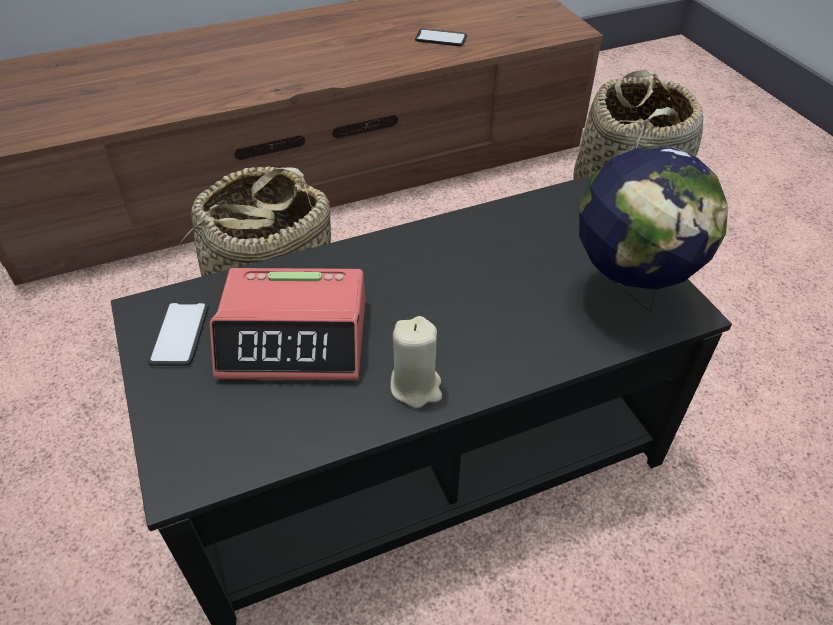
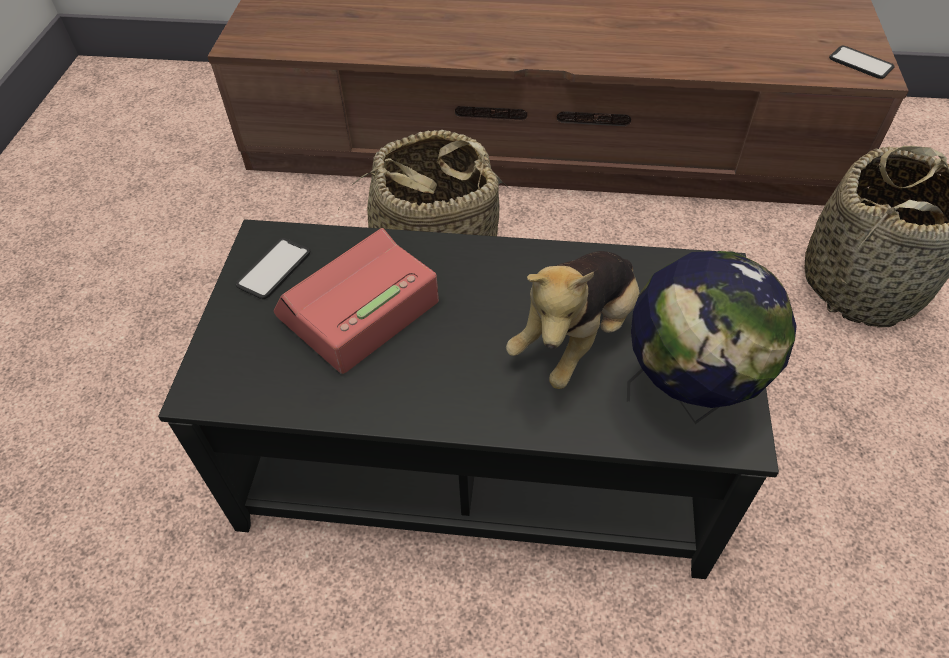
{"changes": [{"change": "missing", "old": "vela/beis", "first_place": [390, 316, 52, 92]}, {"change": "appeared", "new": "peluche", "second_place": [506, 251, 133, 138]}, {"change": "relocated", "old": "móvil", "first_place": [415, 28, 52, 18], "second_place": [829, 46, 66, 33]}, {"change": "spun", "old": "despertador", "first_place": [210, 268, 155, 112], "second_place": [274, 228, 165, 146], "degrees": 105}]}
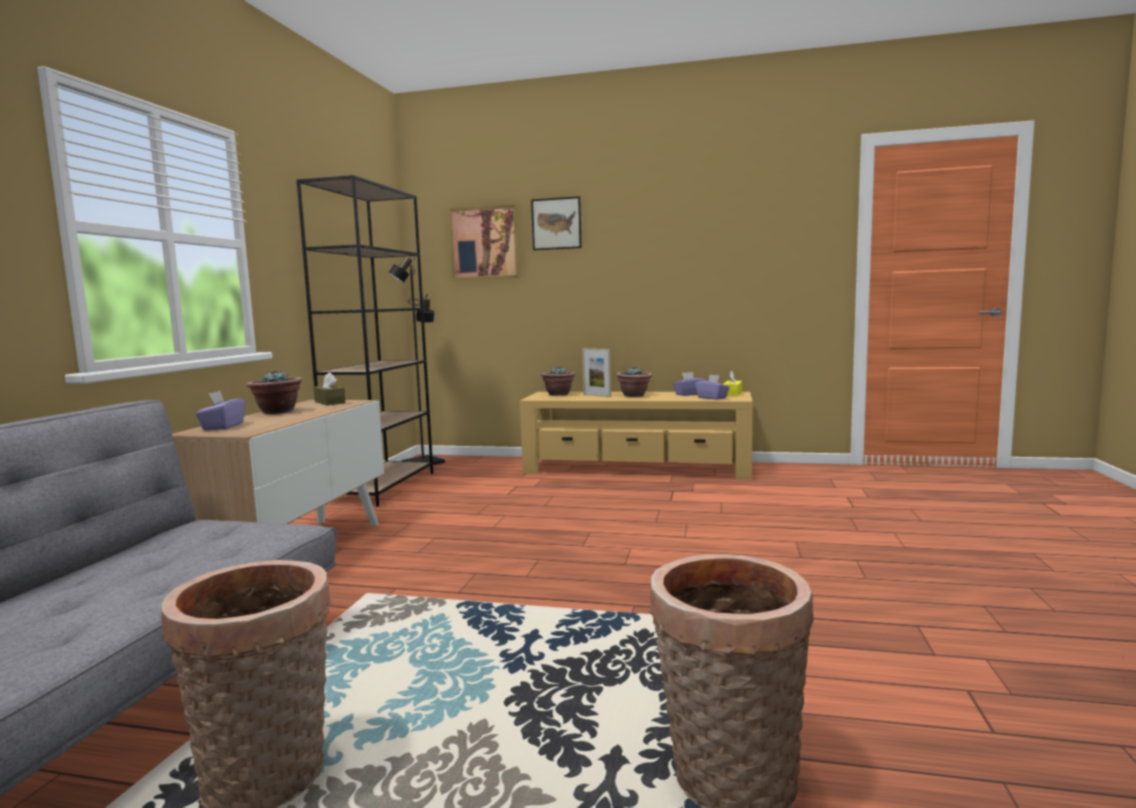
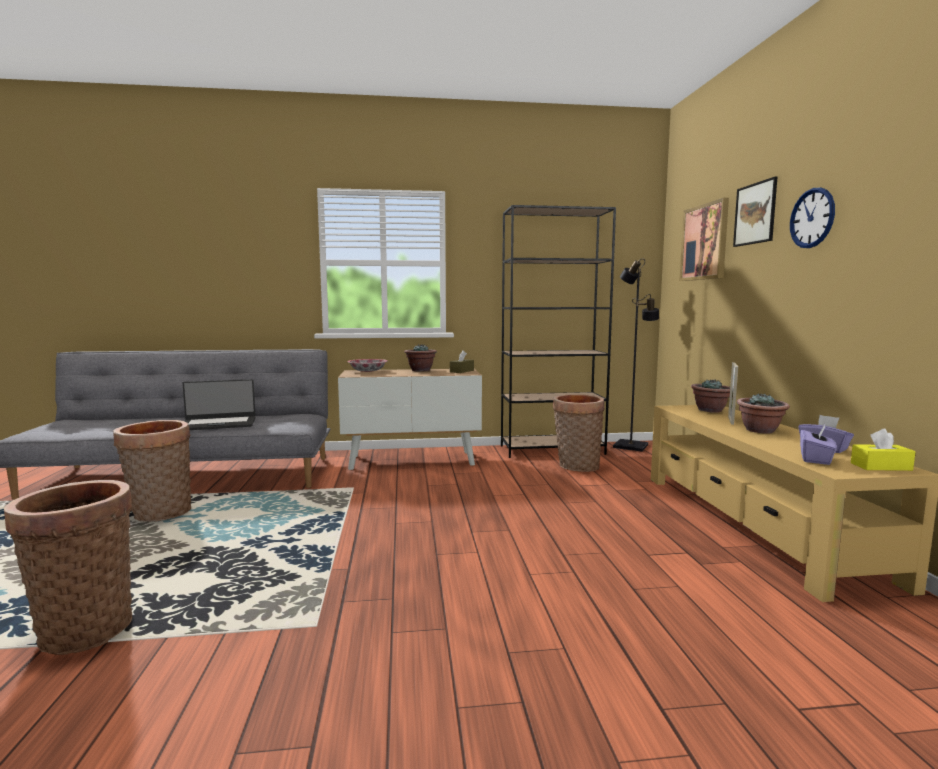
{"changes": [{"change": "appeared", "new": "portátil", "second_place": [183, 379, 72, 51]}, {"change": "appeared", "new": "cesta", "second_place": [553, 394, 52, 78]}, {"change": "appeared", "new": "reloj de pared", "second_place": [790, 188, 45, 60]}, {"change": "exchanged", "old": "caja de pañuelos/morado", "new": "cuenco", "first_place": [196, 391, 49, 39], "second_place": [347, 359, 41, 13]}]}
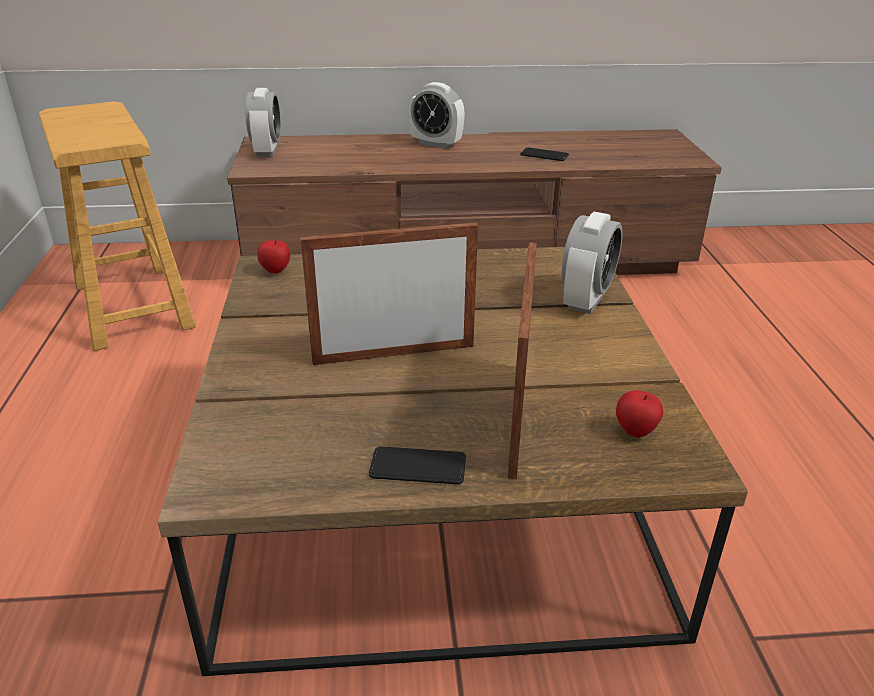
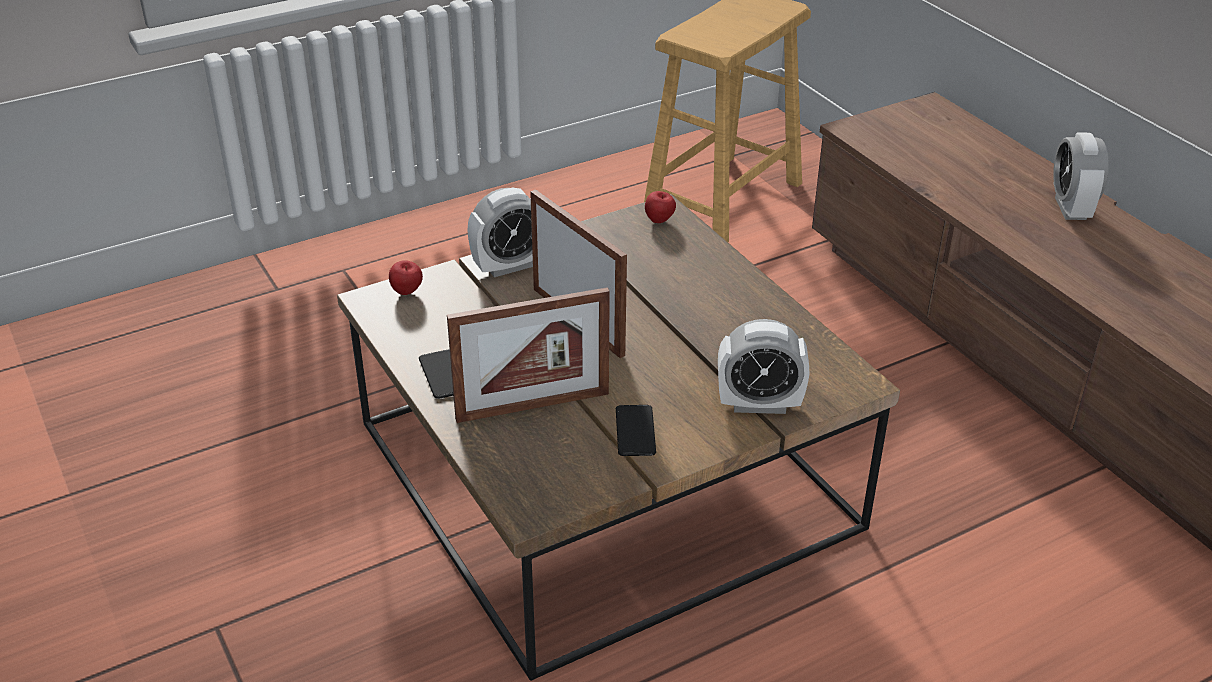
{"changes": [{"change": "relocated", "old": "despertador", "first_place": [245, 88, 36, 69], "second_place": [467, 188, 66, 89]}, {"change": "relocated", "old": "móvil", "first_place": [520, 147, 49, 14], "second_place": [616, 405, 40, 51]}, {"change": "relocated", "old": "manzana", "first_place": [616, 390, 47, 48], "second_place": [389, 260, 34, 35]}]}
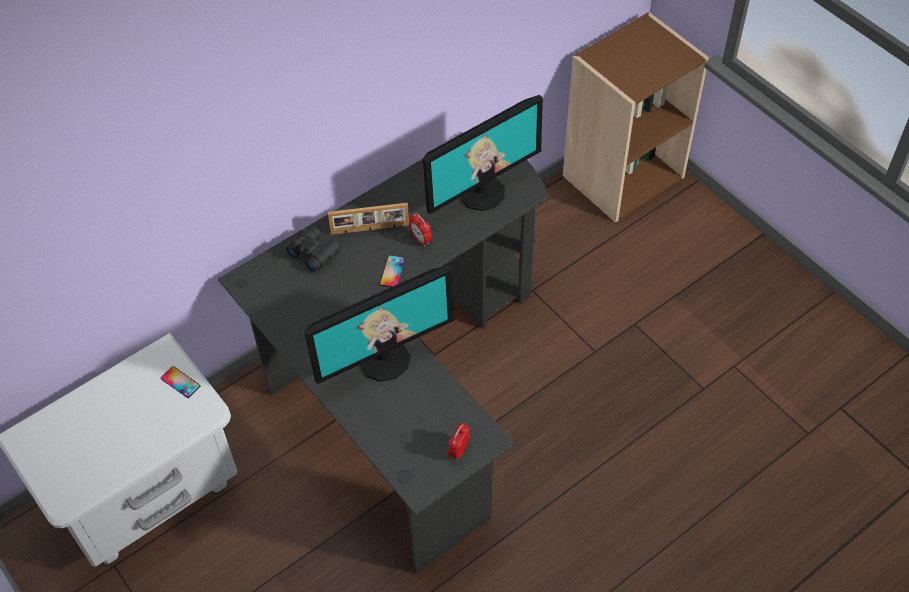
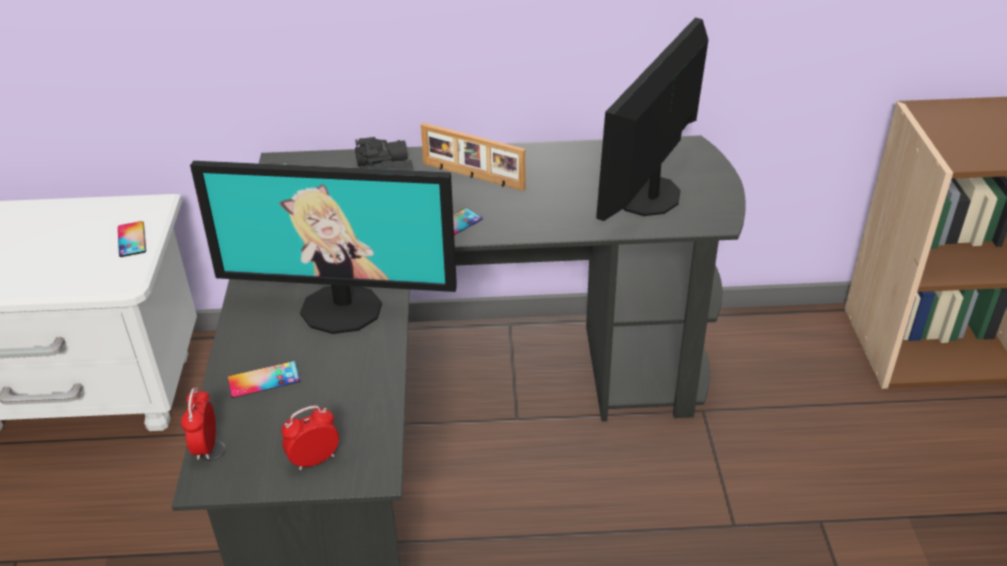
{"changes": [{"change": "appeared", "new": "móvil", "second_place": [228, 361, 72, 37]}, {"change": "relocated", "old": "despertador", "first_place": [409, 213, 23, 34], "second_place": [181, 387, 35, 73]}, {"change": "spun", "old": "monitor", "first_place": [423, 95, 120, 119], "second_place": [596, 18, 112, 203], "degrees": 120}]}
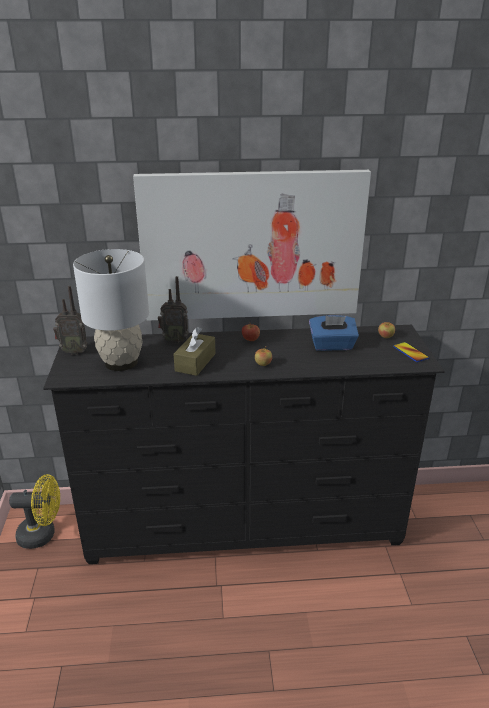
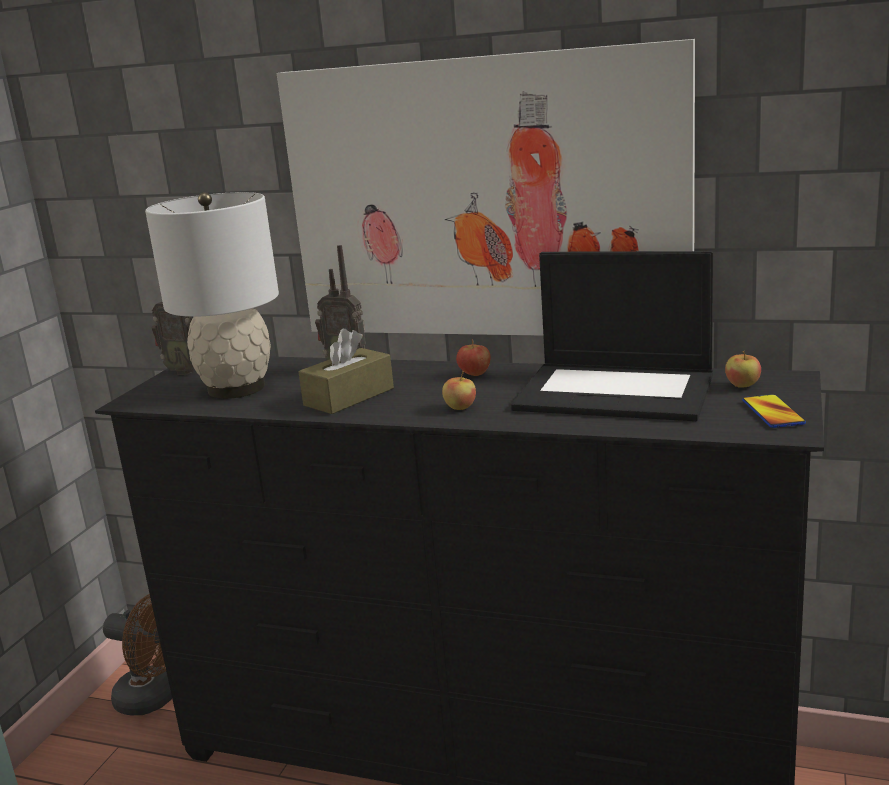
{"changes": [{"change": "exchanged", "old": "caja de pañuelos/azul", "new": "portátil", "first_place": [309, 315, 50, 36], "second_place": [511, 251, 202, 170]}, {"change": "colour", "old": "ventilador/amarillo", "new": "ventilador/marrón", "first_place": [9, 474, 51, 75], "second_place": [103, 594, 69, 121]}]}
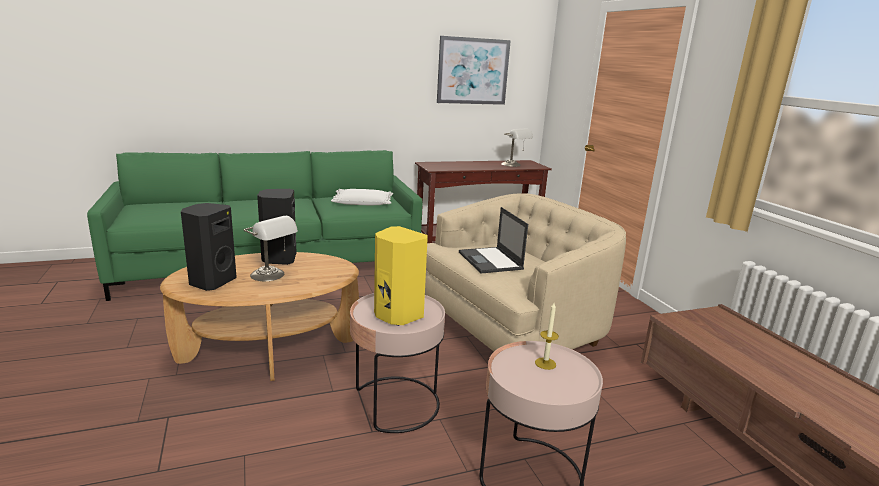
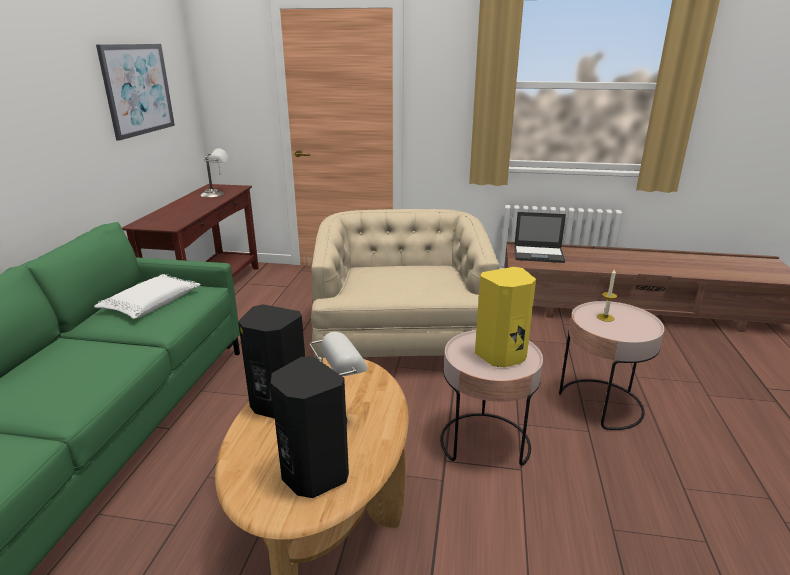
{"changes": [{"change": "relocated", "old": "portátil", "first_place": [459, 207, 69, 66], "second_place": [514, 212, 52, 51]}]}
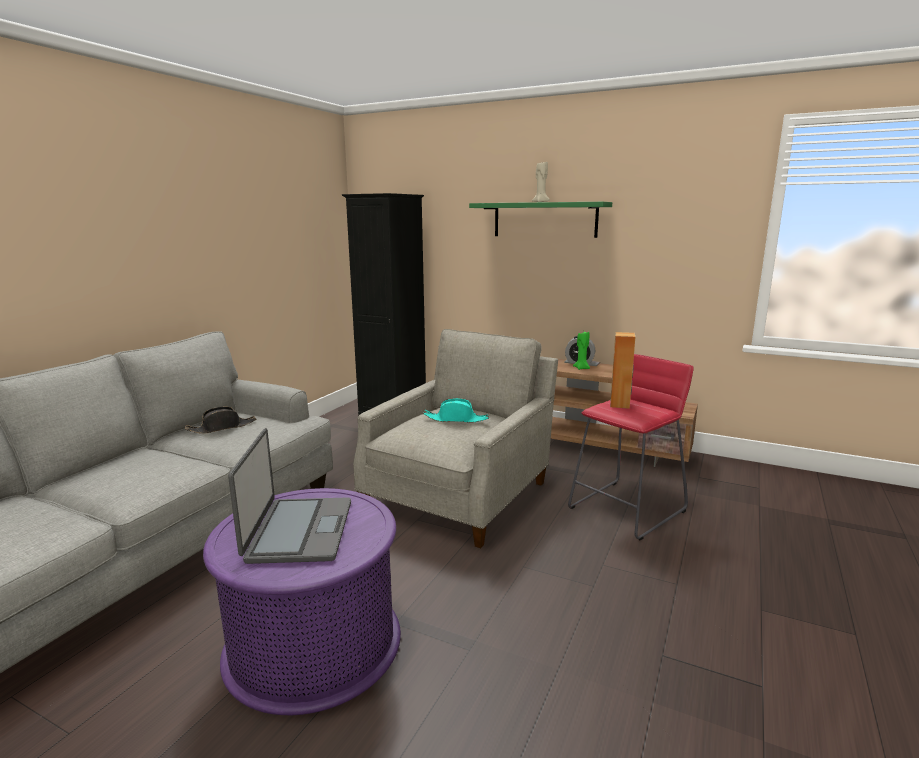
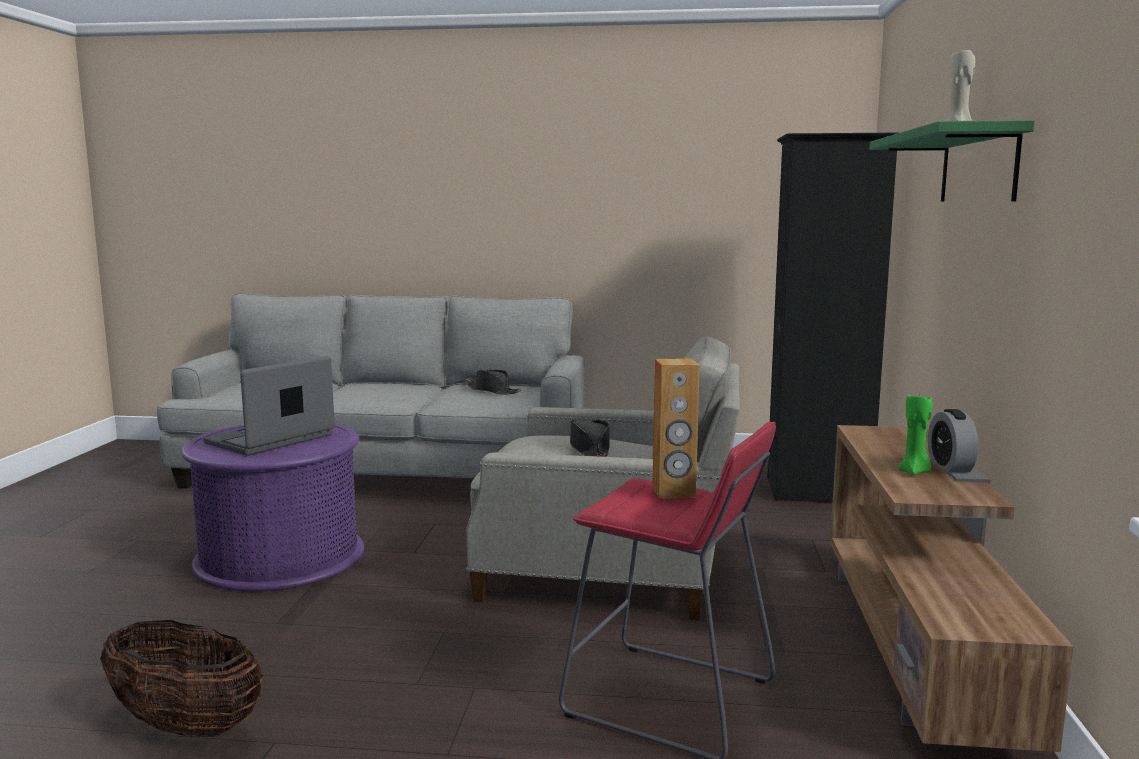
{"changes": [{"change": "appeared", "new": "cesta", "second_place": [100, 620, 163, 117]}, {"change": "colour", "old": "sombrero/turquesa", "new": "sombrero/negro", "first_place": [423, 398, 66, 25], "second_place": [570, 418, 40, 39]}, {"change": "spun", "old": "portátil", "first_place": [228, 428, 123, 136], "second_place": [203, 356, 132, 100], "degrees": 150}]}
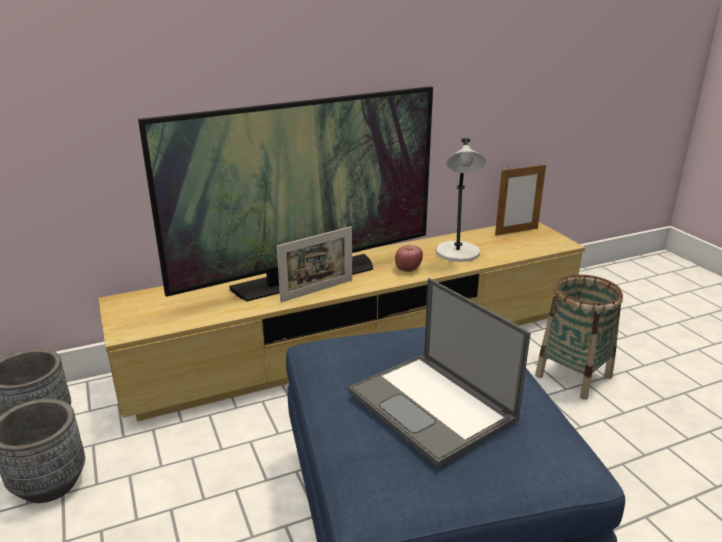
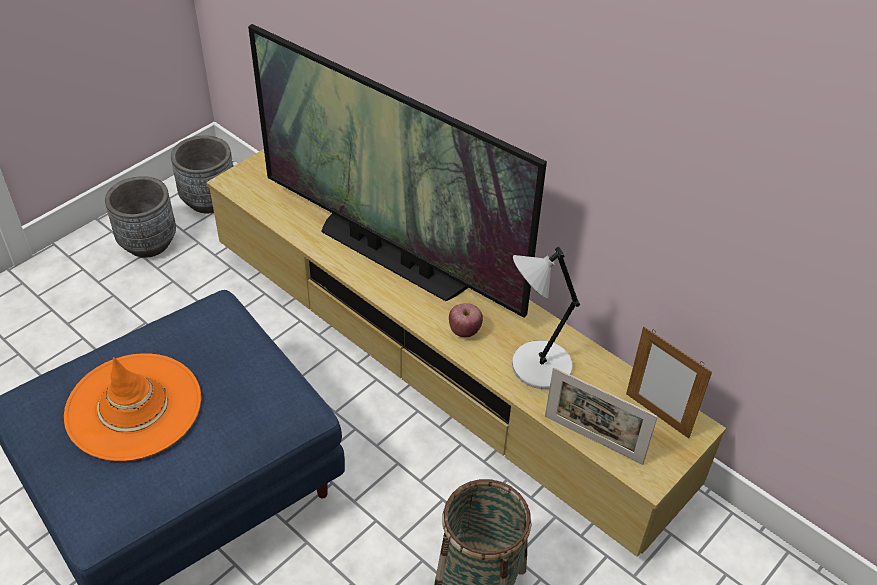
{"changes": [{"change": "relocated", "old": "portarretratos", "first_place": [277, 226, 75, 76], "second_place": [545, 367, 113, 98]}, {"change": "exchanged", "old": "portátil", "new": "sombrero/naranja", "first_place": [348, 278, 183, 190], "second_place": [64, 353, 137, 108]}]}
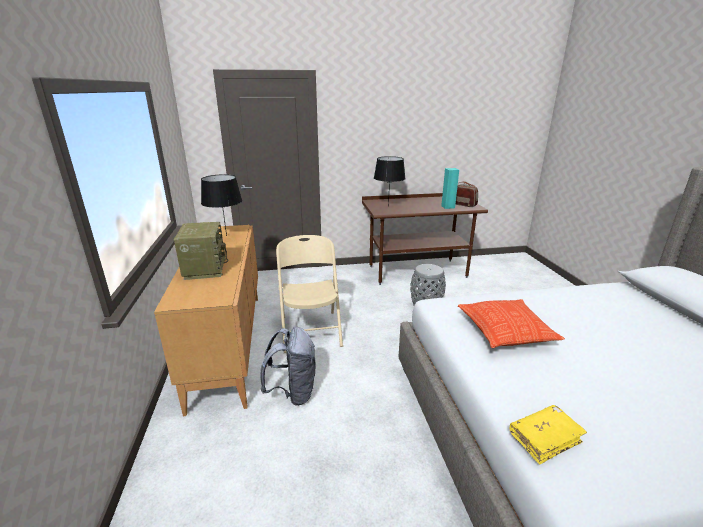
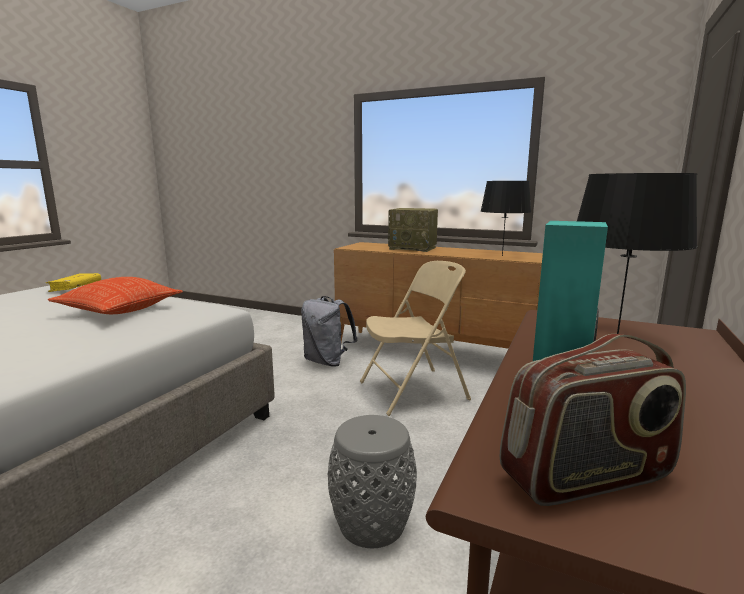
{"changes": [{"change": "spun", "old": "silla/beis", "first_place": [276, 235, 67, 118], "second_place": [360, 261, 111, 155], "degrees": -45}]}
